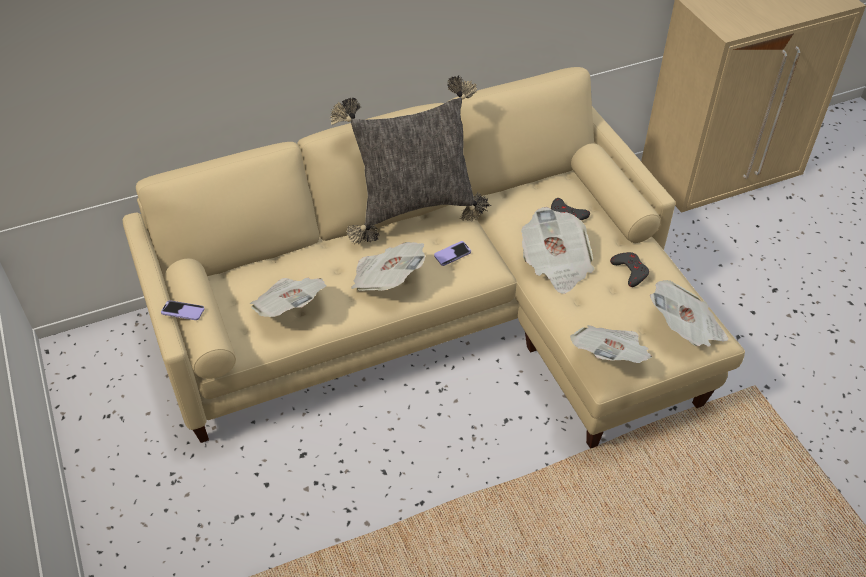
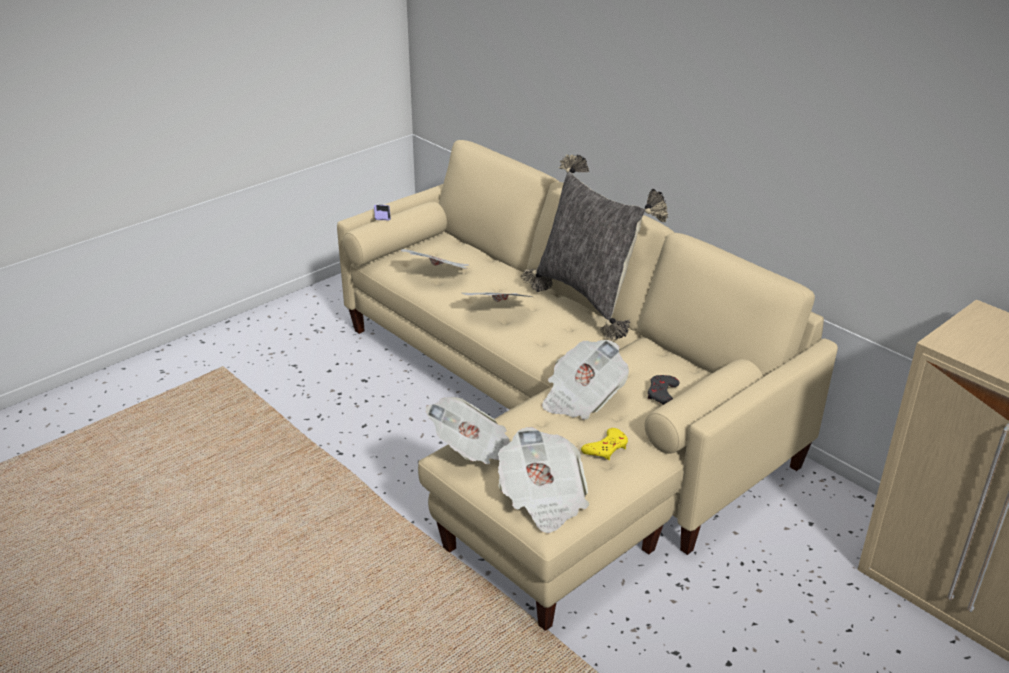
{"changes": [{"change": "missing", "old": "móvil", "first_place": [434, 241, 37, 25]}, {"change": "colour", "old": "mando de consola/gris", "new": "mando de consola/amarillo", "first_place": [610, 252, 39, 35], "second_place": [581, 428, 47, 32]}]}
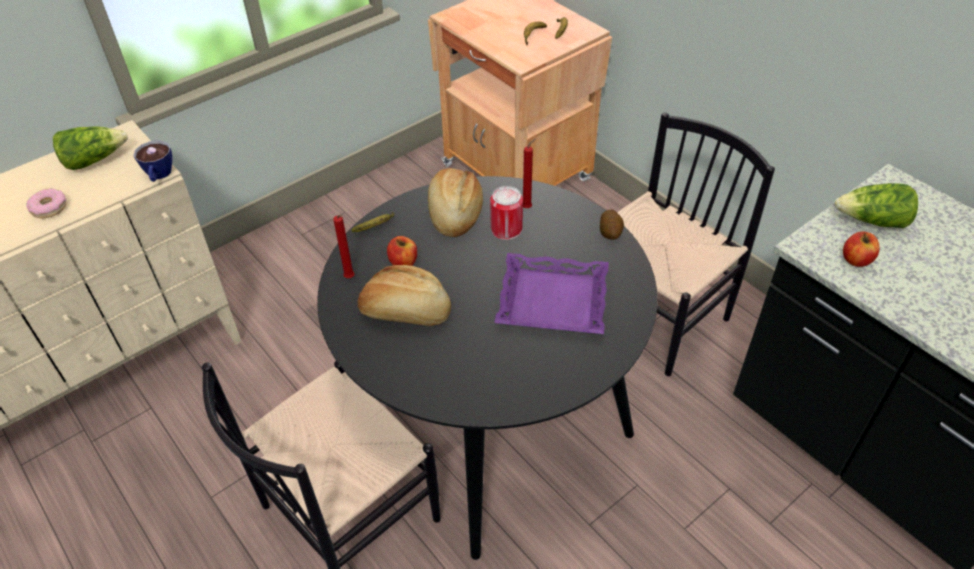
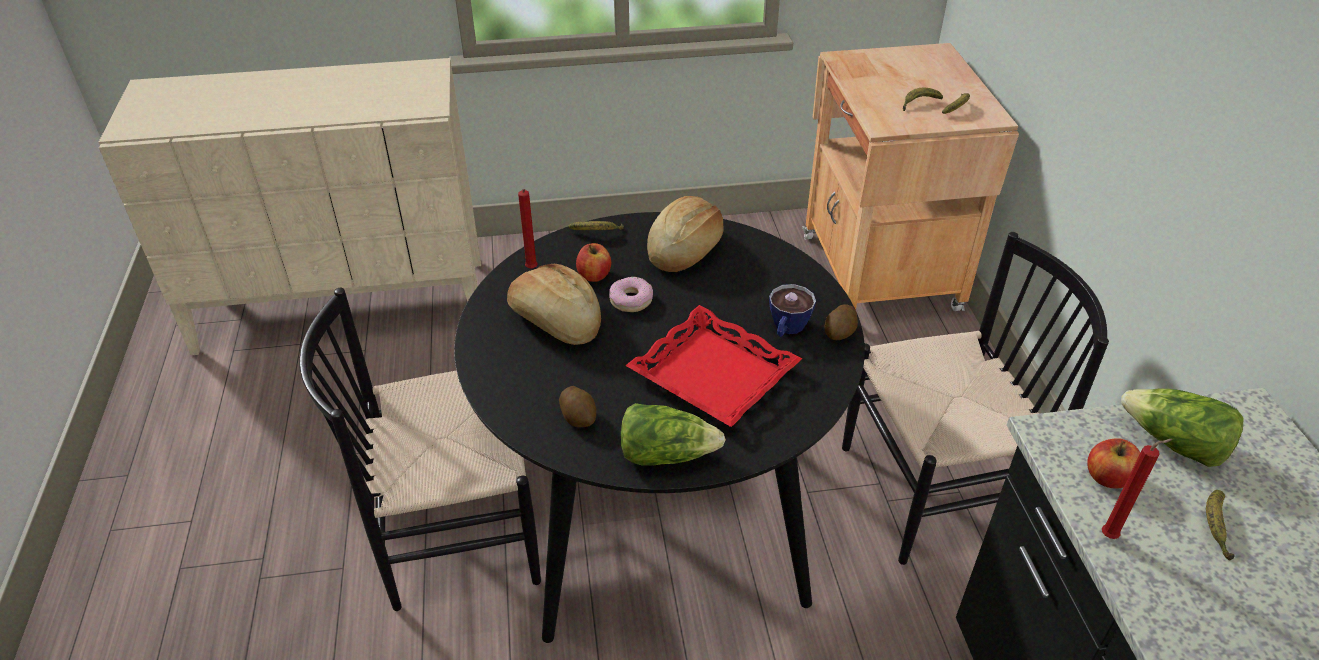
{"changes": [{"change": "missing", "old": "lata", "first_place": [490, 186, 33, 54]}, {"change": "appeared", "new": "patata", "second_place": [559, 386, 37, 41]}, {"change": "appeared", "new": "plátano", "second_place": [1206, 490, 28, 71]}, {"change": "relocated", "old": "rosquilla", "first_place": [26, 188, 41, 31], "second_place": [609, 277, 44, 35]}, {"change": "relocated", "old": "lechuga", "first_place": [53, 127, 75, 43], "second_place": [621, 403, 105, 63]}, {"change": "relocated", "old": "taza", "first_place": [134, 141, 38, 41], "second_place": [769, 284, 47, 53]}, {"change": "relocated", "old": "vela/rojo", "first_place": [523, 138, 13, 70], "second_place": [1102, 439, 71, 100]}, {"change": "colour", "old": "bandeja/morado", "new": "bandeja/rojo", "first_place": [494, 253, 115, 81], "second_place": [625, 305, 177, 122]}]}
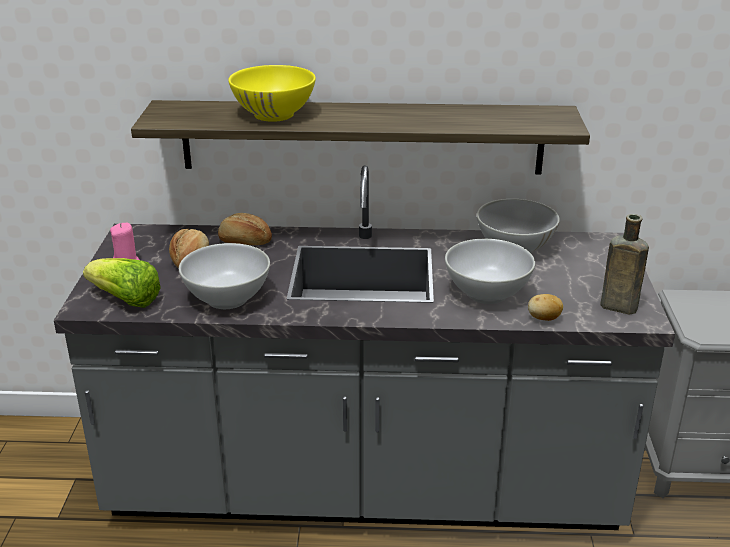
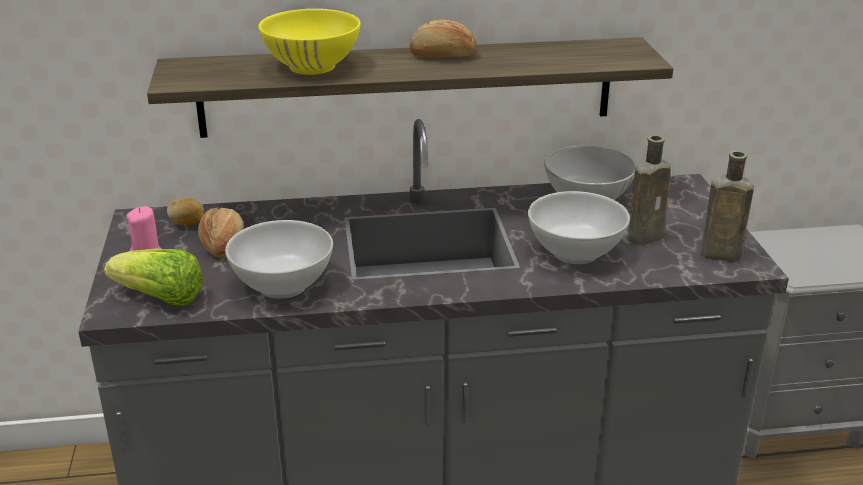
{"changes": [{"change": "appeared", "new": "botella/marrón", "second_place": [628, 135, 43, 110]}, {"change": "relocated", "old": "pan", "first_place": [218, 213, 54, 32], "second_place": [410, 20, 67, 37]}, {"change": "relocated", "old": "patata", "first_place": [528, 294, 35, 27], "second_place": [167, 198, 37, 27]}]}
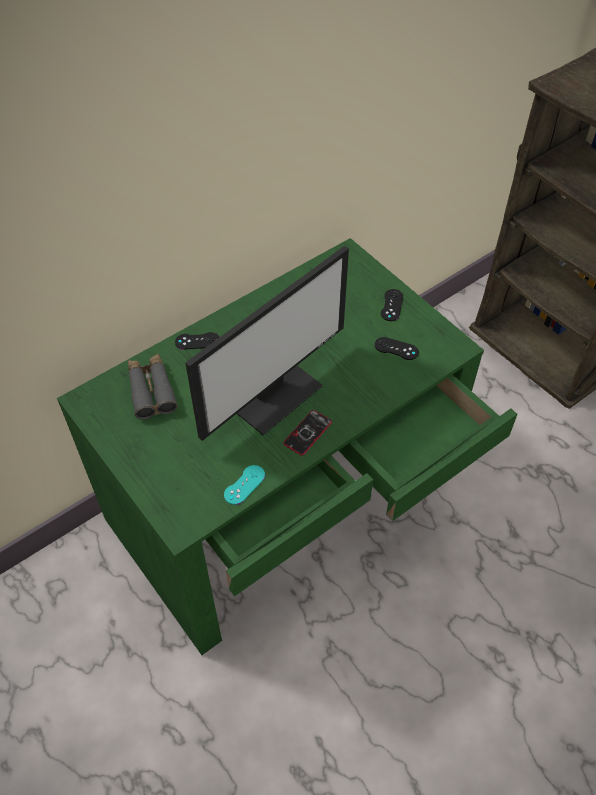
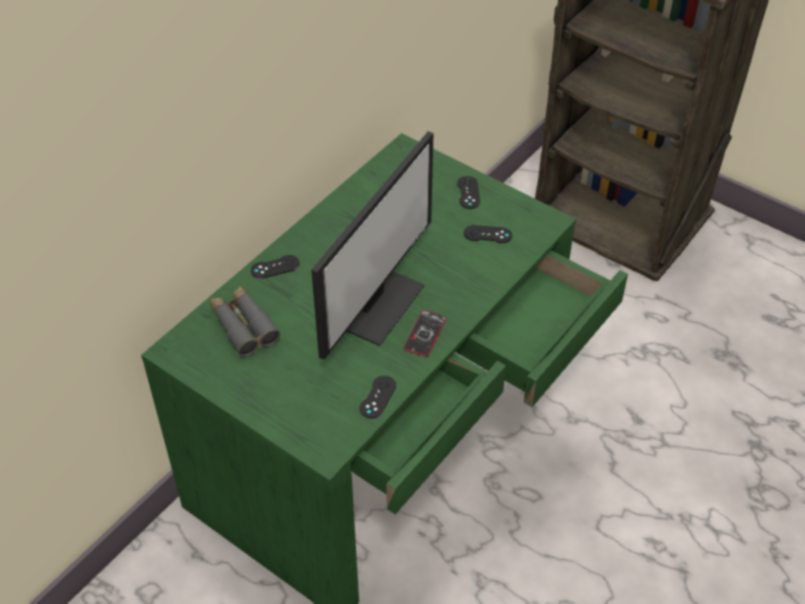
{"changes": [{"change": "colour", "old": "mando de consola/turquesa", "new": "mando de consola/negro", "first_place": [224, 465, 41, 40], "second_place": [360, 376, 36, 42]}]}
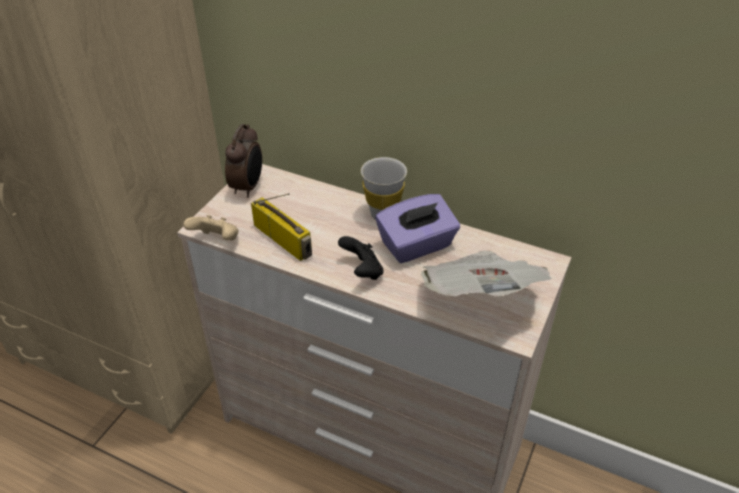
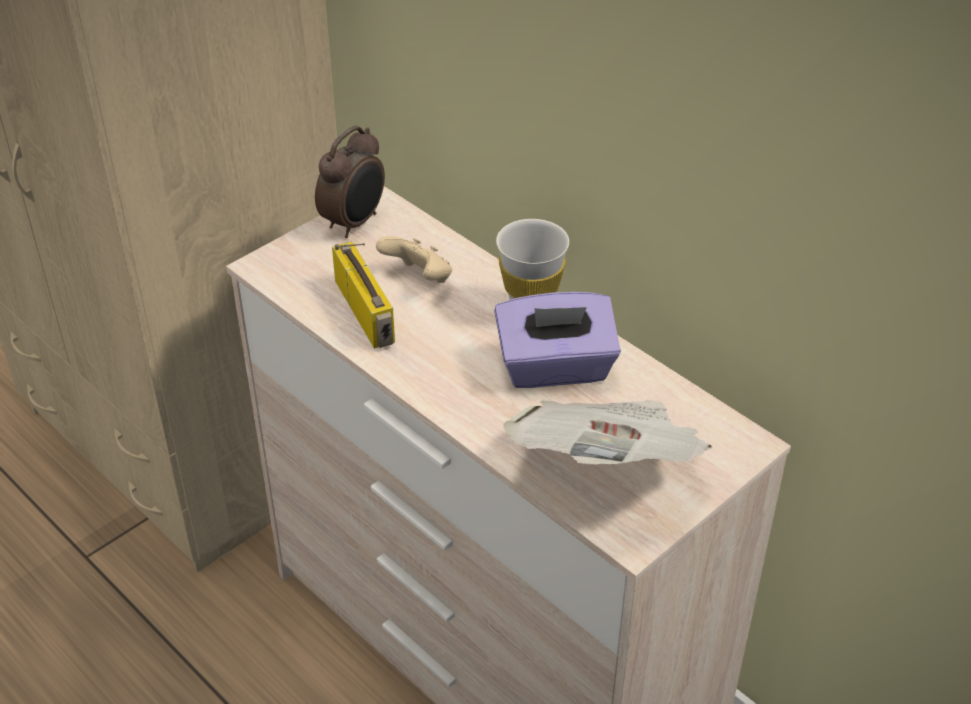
{"changes": [{"change": "missing", "old": "mando de consola/negro", "first_place": [338, 236, 46, 44]}, {"change": "relocated", "old": "mando de consola/beis", "first_place": [183, 215, 56, 25], "second_place": [376, 236, 76, 47]}]}
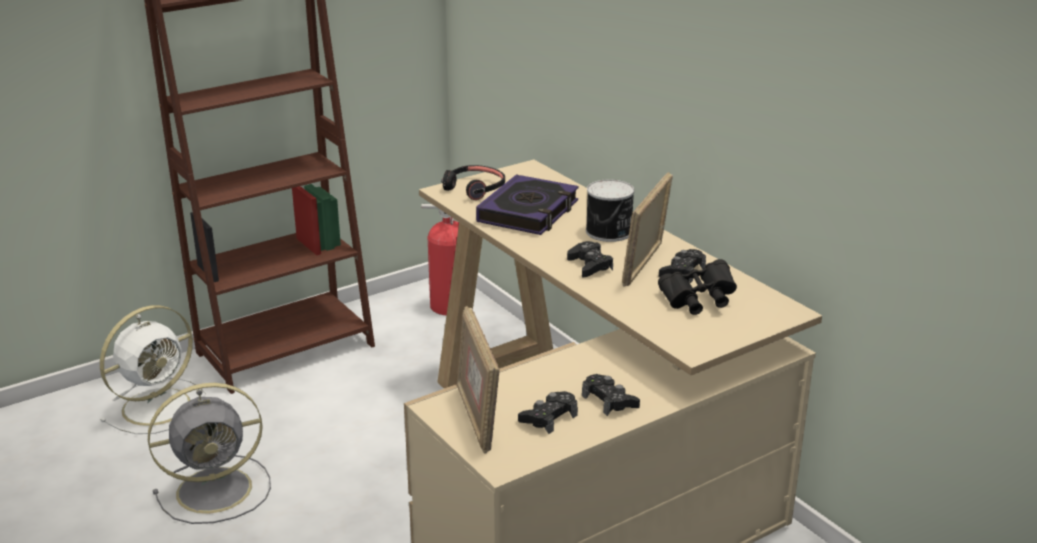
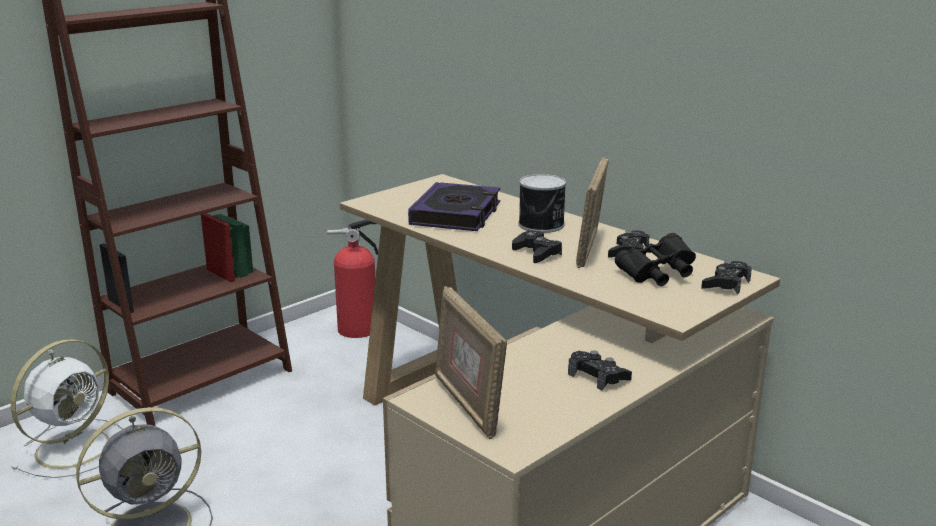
{"changes": [{"change": "missing", "old": "auriculares/negro", "first_place": [441, 165, 64, 35]}, {"change": "relocated", "old": "mando de consola/negro", "first_place": [518, 391, 60, 43], "second_place": [701, 261, 51, 34]}]}
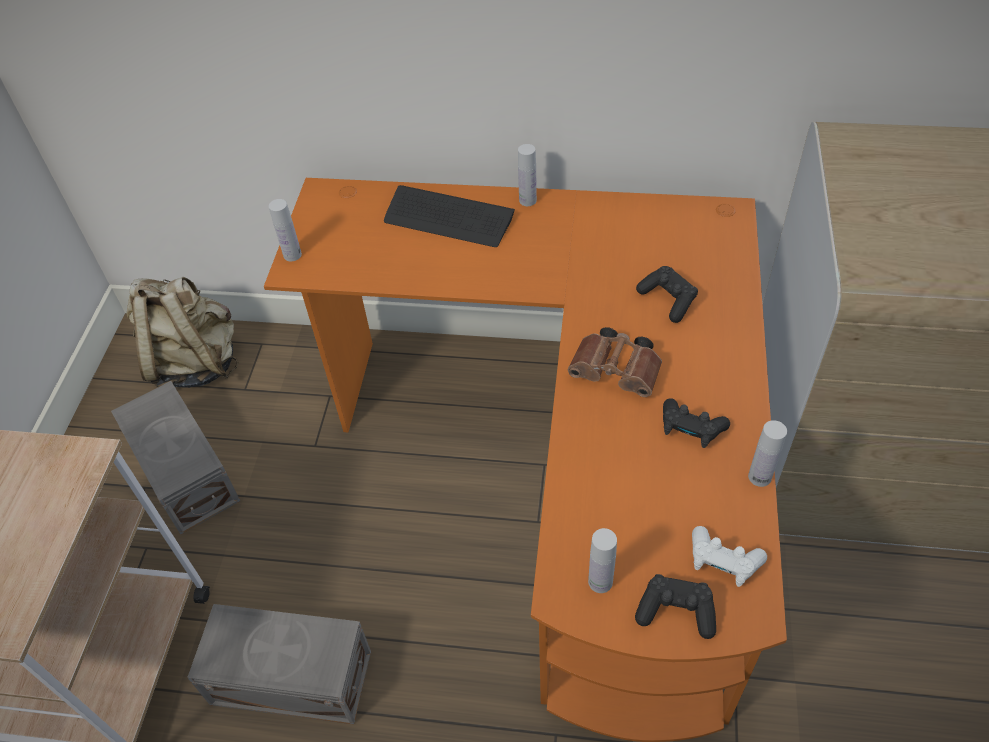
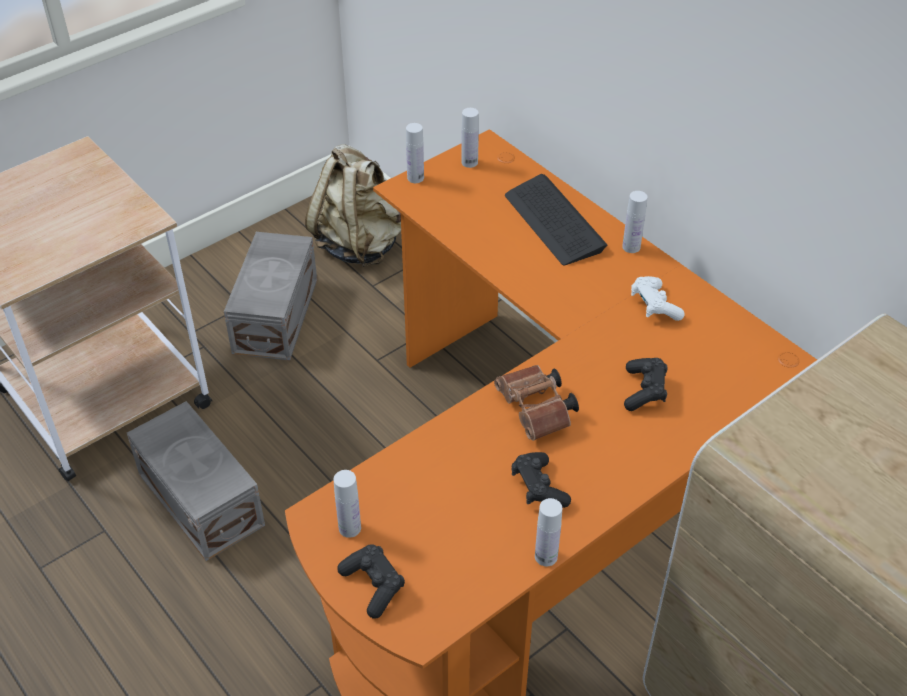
{"changes": [{"change": "appeared", "new": "botella/blanco", "second_place": [461, 108, 18, 60]}, {"change": "relocated", "old": "mando de consola/blanco", "first_place": [692, 526, 75, 61], "second_place": [631, 276, 54, 45]}]}
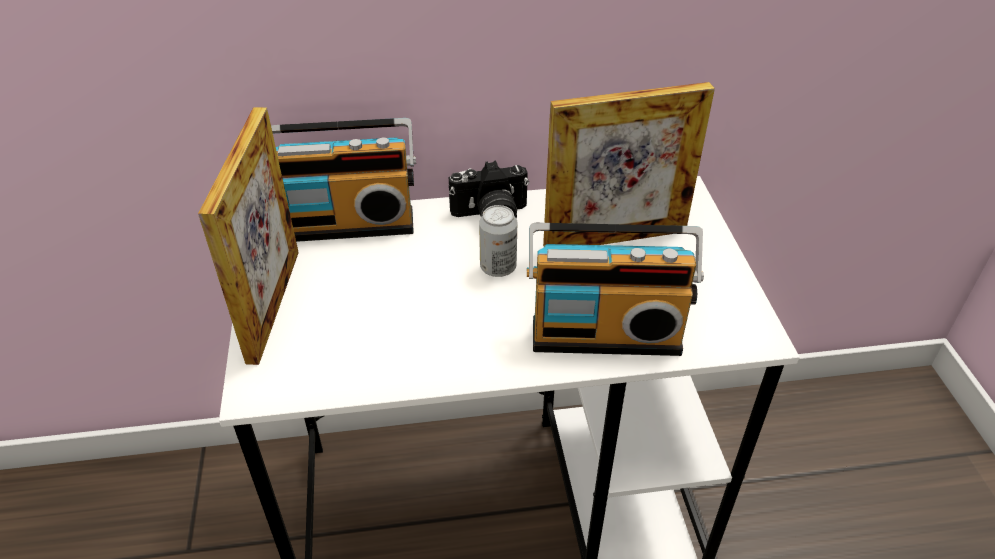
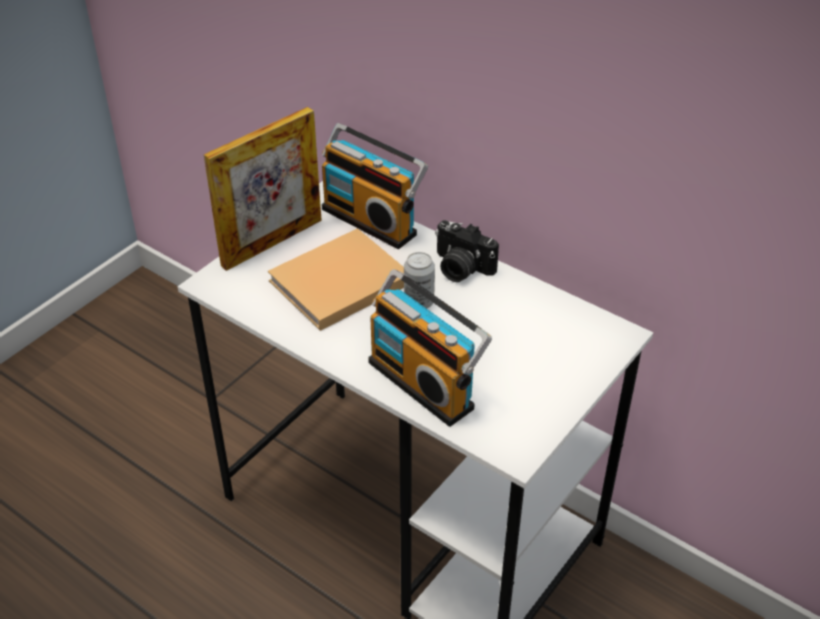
{"changes": [{"change": "missing", "old": "portarretratos", "first_place": [543, 82, 172, 164]}, {"change": "appeared", "new": "libro/beis", "second_place": [268, 228, 136, 103]}]}
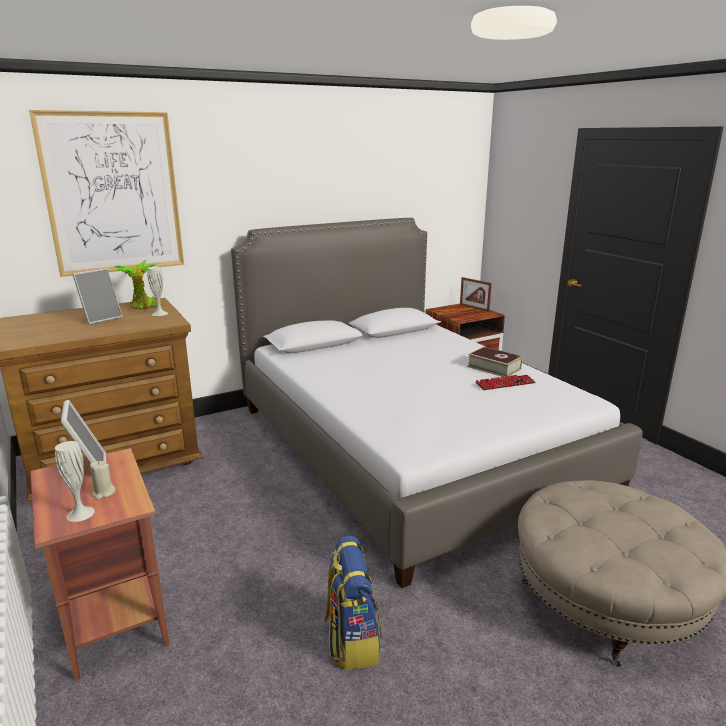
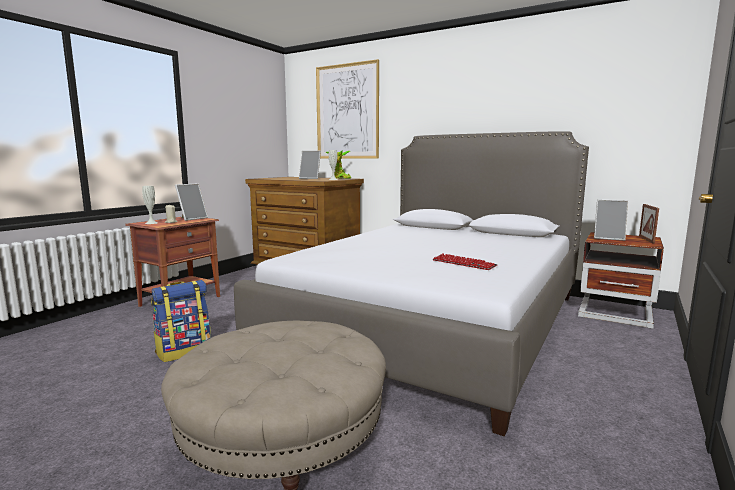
{"changes": [{"change": "missing", "old": "libro", "first_place": [467, 346, 56, 31]}, {"change": "appeared", "new": "portarretratos", "second_place": [594, 199, 34, 42]}]}
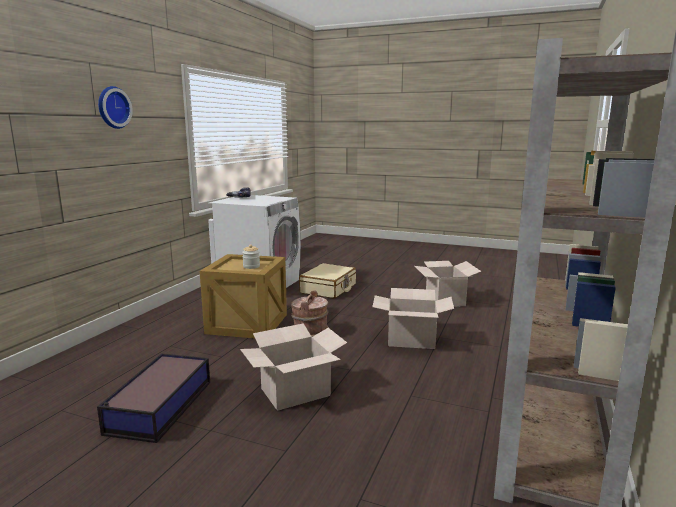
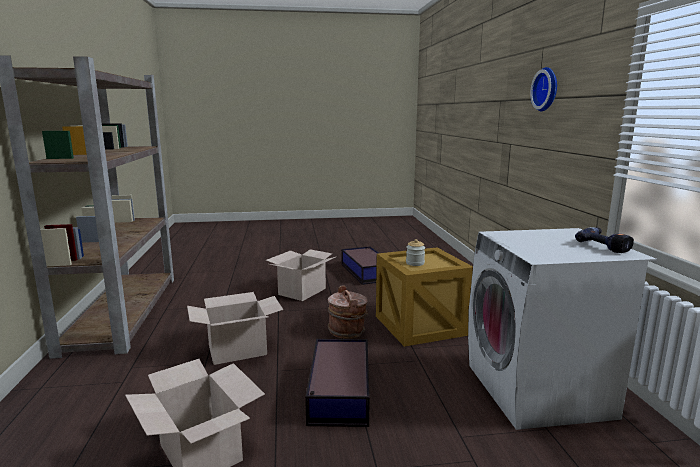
{"changes": [{"change": "missing", "old": "maleta/beis", "first_place": [299, 263, 57, 35]}, {"change": "appeared", "new": "caja de almacenaje", "second_place": [305, 339, 65, 88]}]}
